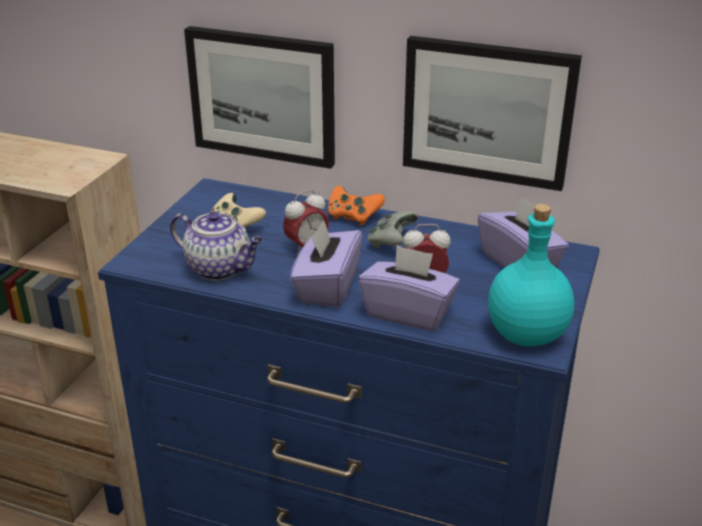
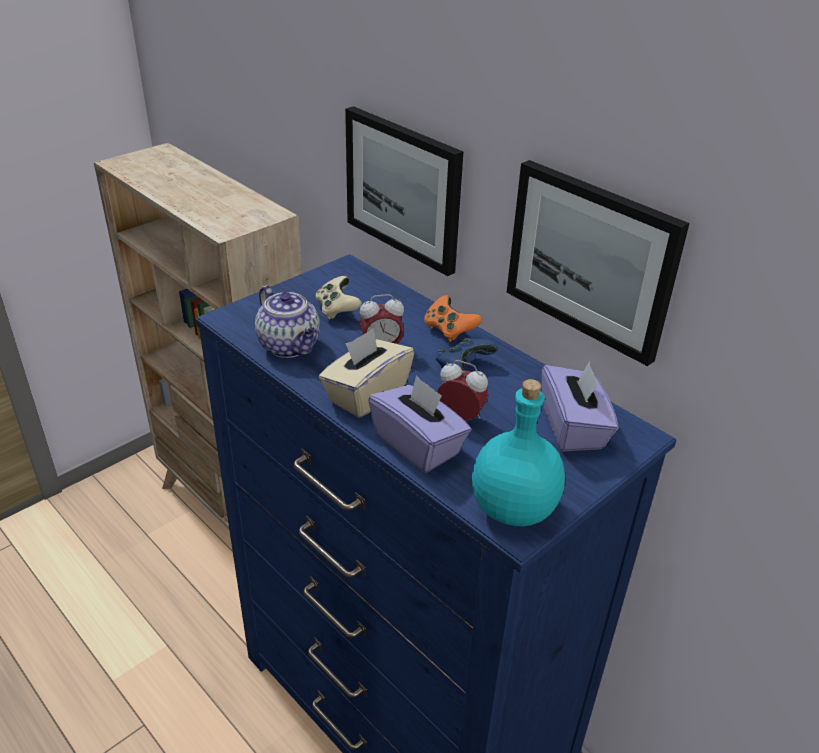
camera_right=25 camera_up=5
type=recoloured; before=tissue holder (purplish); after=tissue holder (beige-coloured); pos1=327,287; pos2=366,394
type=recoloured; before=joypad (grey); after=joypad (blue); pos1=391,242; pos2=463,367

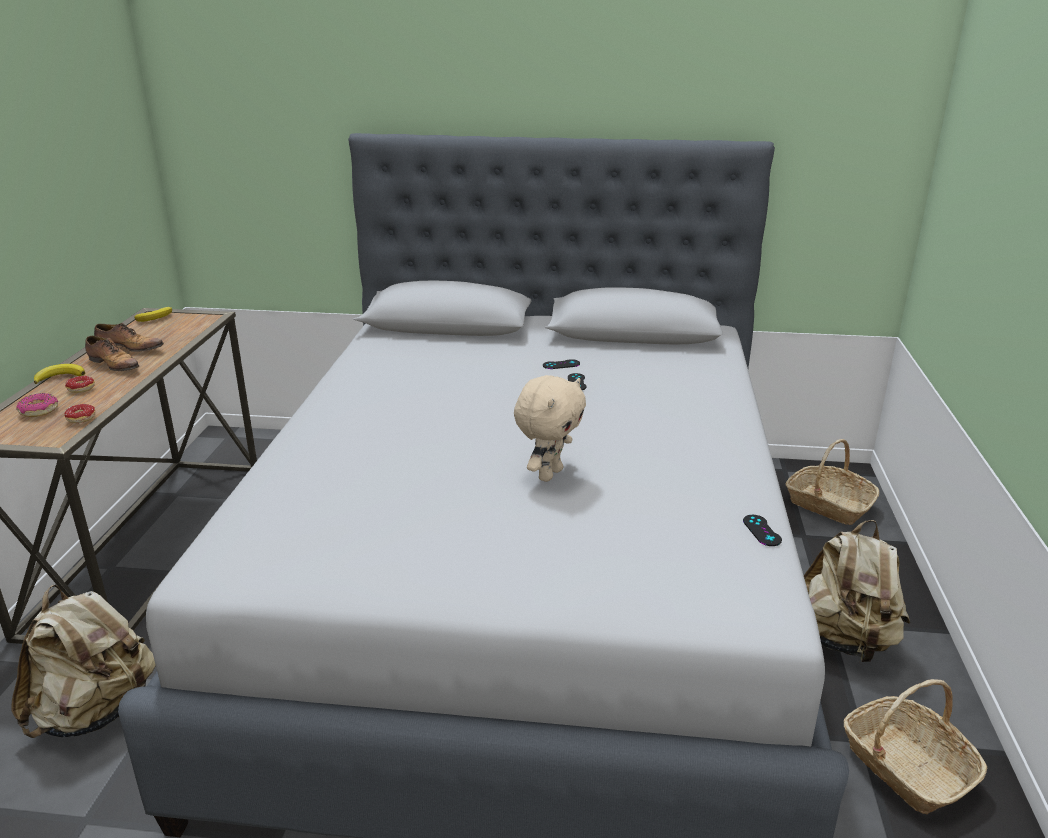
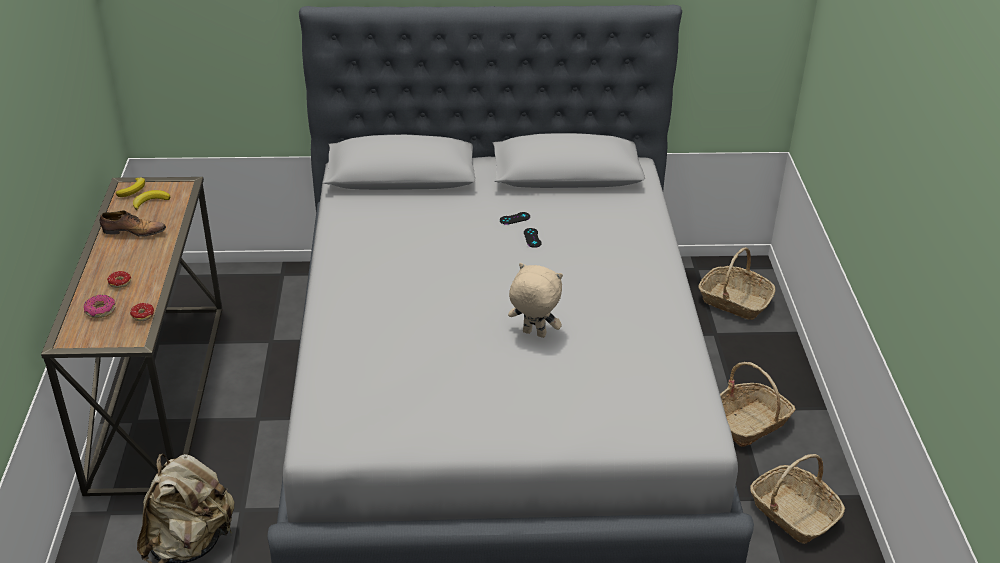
camera_right=-10 camera_up=10
type=moved; before=banana fruit; pos1=60,376; pos2=150,201
type=turned; before=cuddly toy (beige-coloured); pos1=549,474; pos2=533,334; turn=-90
type=replaced; before=backpack (beige-coloured); after=storage basket; pos1=844,640; pos2=749,423
type=removed; before=low shoe; pos1=114,365
type=removed; before=joypad (black); pos1=762,530

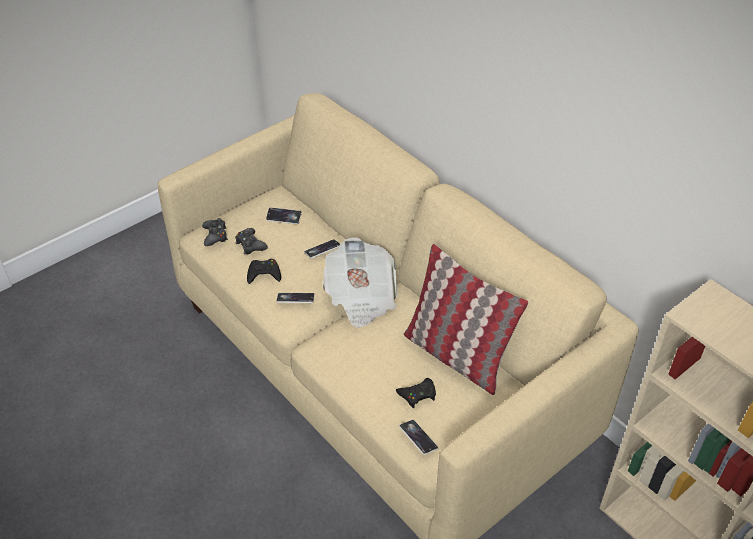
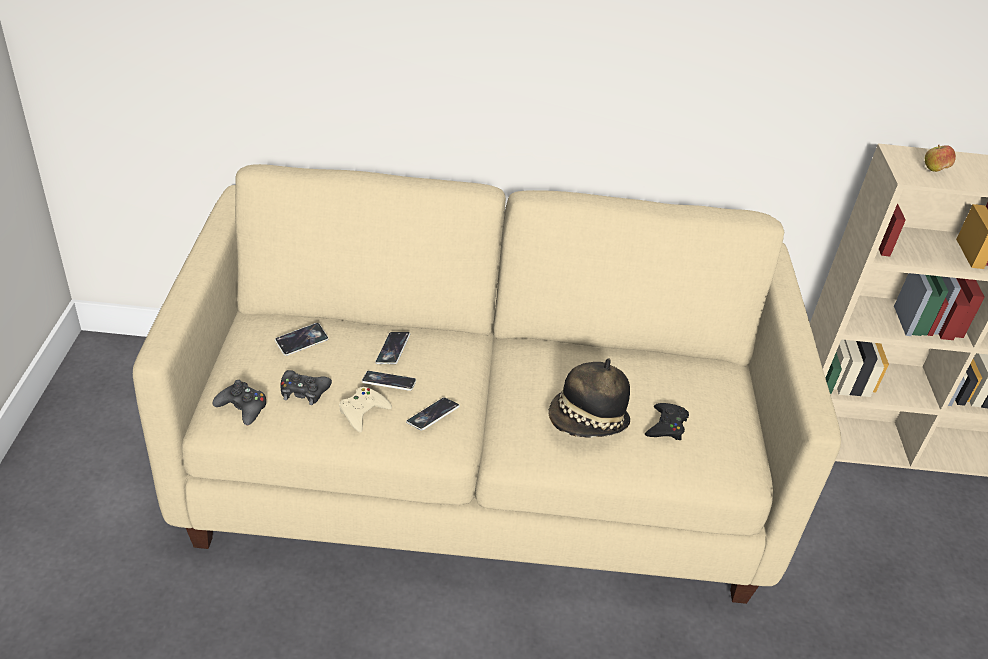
camera_right=-50 camera_up=-5
type=recoloured; before=joypad (black); after=joypad (beige-coloured); pos1=264,274; pos2=363,412
type=moved; before=handset; pos1=418,438; pos2=389,383
type=added; after=clothing hat; pos2=587,422
type=added; after=whole apple; pos2=934,170
type=removed; before=printed paper; pos1=361,297
type=removed; before=pillow; pos1=456,355

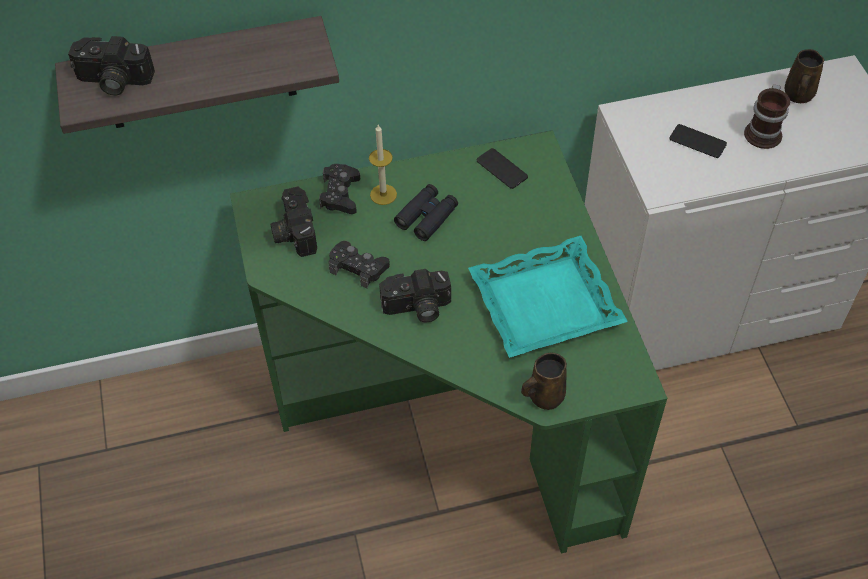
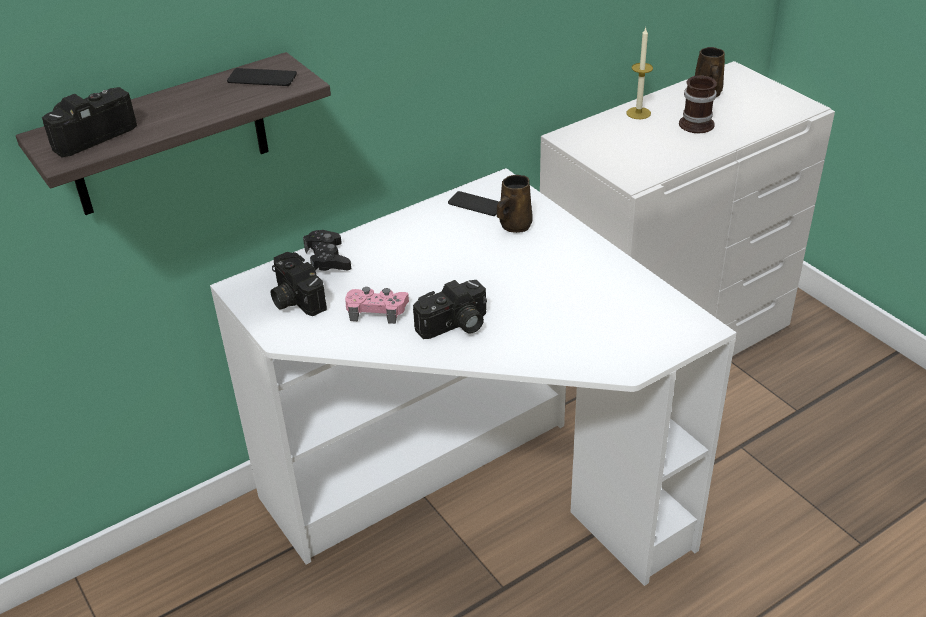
camera_right=-20 camera_up=-15
type=turned; before=still camera; pos1=113,81; pos2=90,134; turn=150
type=recoloured; before=desk (greenish); after=desk (whitish); pos1=452,415; pos2=475,496
type=moved; before=handset; pos1=697,141; pos2=262,78
type=recoloured; before=joypad (black); after=joypad (pink-coloured); pos1=358,267; pos2=377,310
type=moved; before=tea mug (brown); pos1=544,396; pos2=514,226
type=moved; before=wax candle; pos1=383,194; pos2=638,113
type=removed; before=field glasses (black); pos1=427,217
type=removed; before=carrying tray (blue-green); pos1=545,302

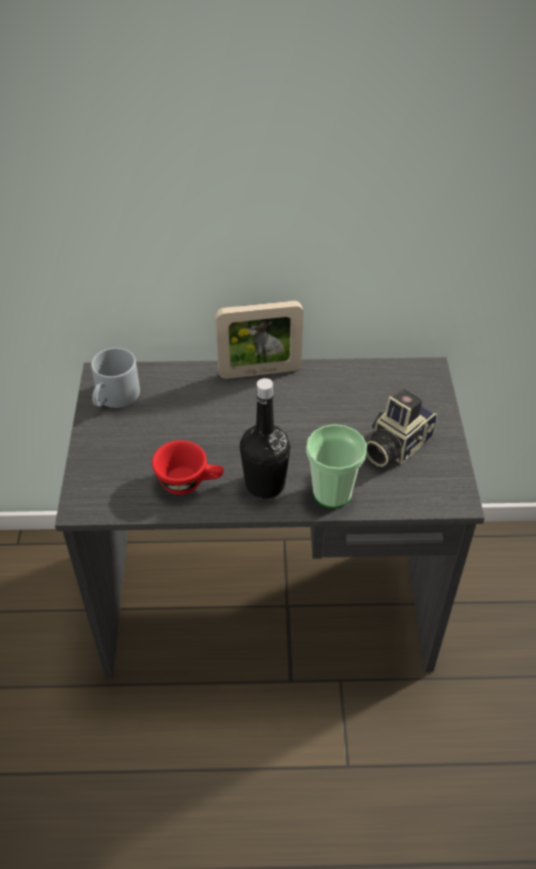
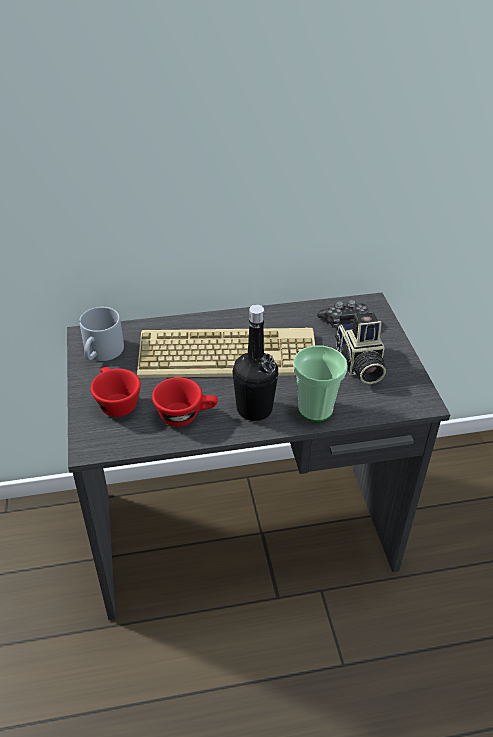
camera_right=-10 camera_up=-5
type=added; after=cup (reddish); pos2=115,402
type=added; after=keyboard; pos2=229,353
type=added; after=joypad; pos2=344,321
type=turned; before=still camera; pos1=395,445; pos2=358,365; turn=-45
type=removed; before=standing frame; pos1=259,371

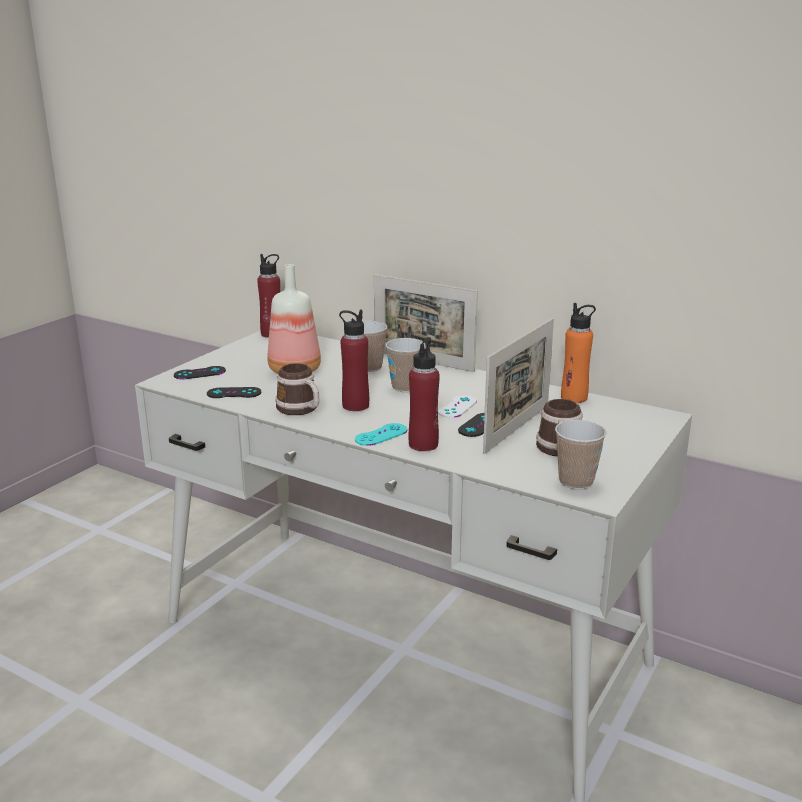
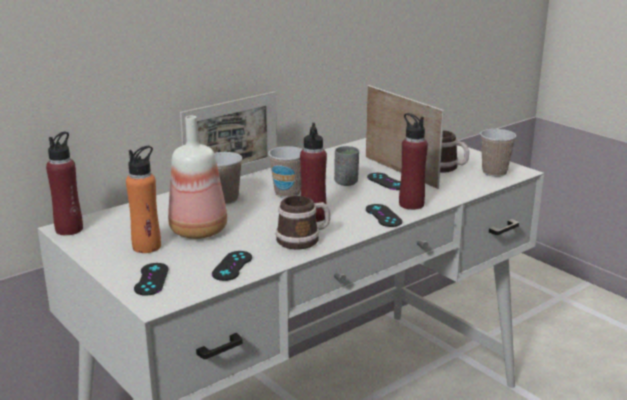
camera_right=-70 camera_up=0
type=moved; before=bottle (orange-coloured); pos1=574,398; pos2=147,246
type=replaced; before=joypad (whitish); after=cup (grey); pos1=457,407; pos2=346,182
type=recoloured; before=joypad (blue-green); after=joypad (black); pos1=381,435; pos2=383,216

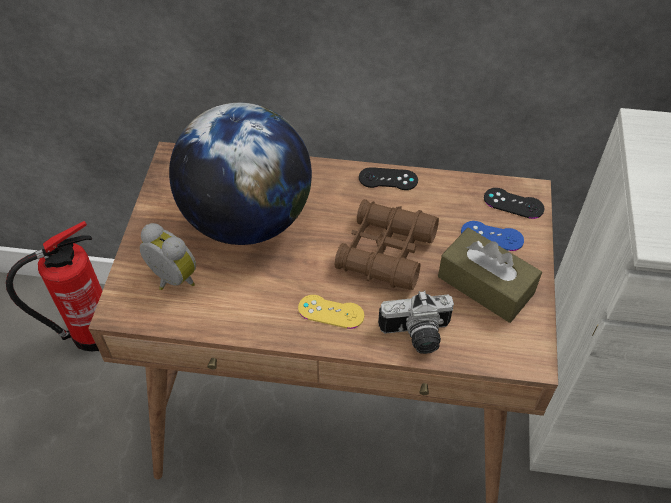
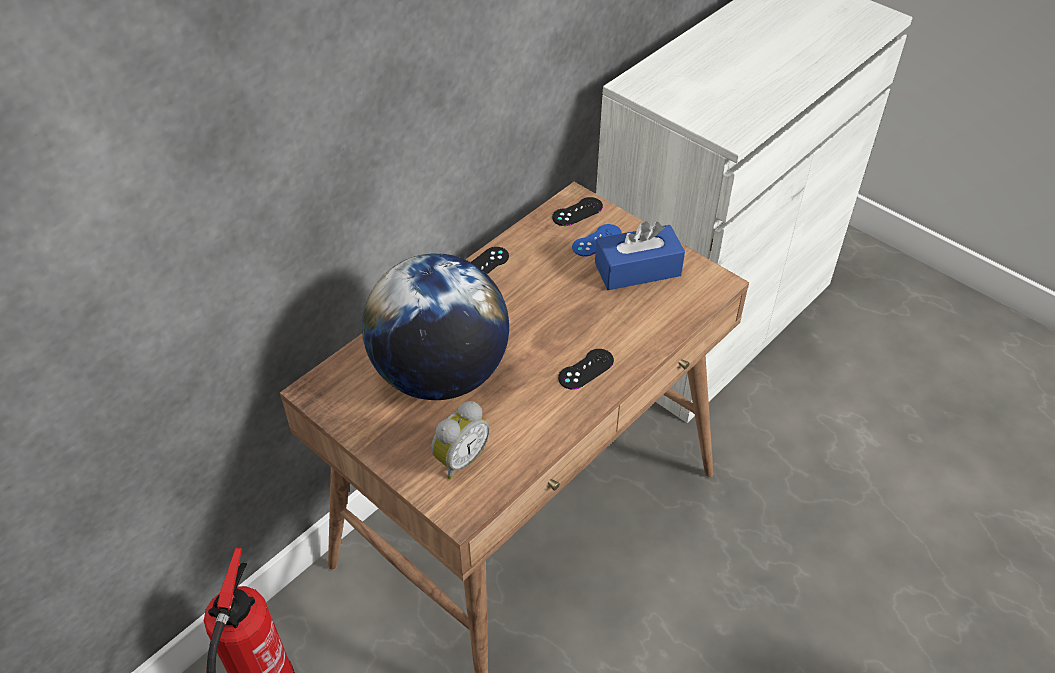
camera_right=-55 camera_up=-5
type=turned; before=alarm clock; pos1=171,280; pos2=459,458; turn=150
type=recoloured; before=joypad (yellow-coloured); after=joypad (black); pos1=331,312; pos2=586,369
type=recoloured; before=tissue holder (brown); after=tissue holder (blue); pos1=485,285; pos2=637,269
type=removed; before=field glasses (brown); pos1=385,252
type=removed; before=still camera; pos1=416,336

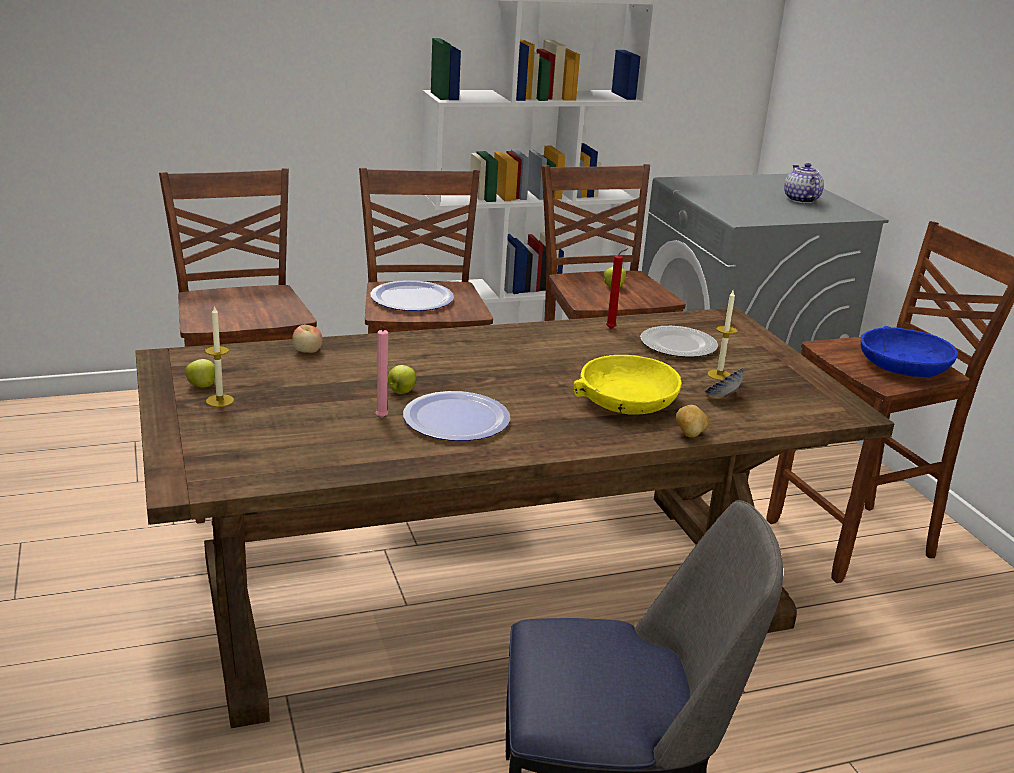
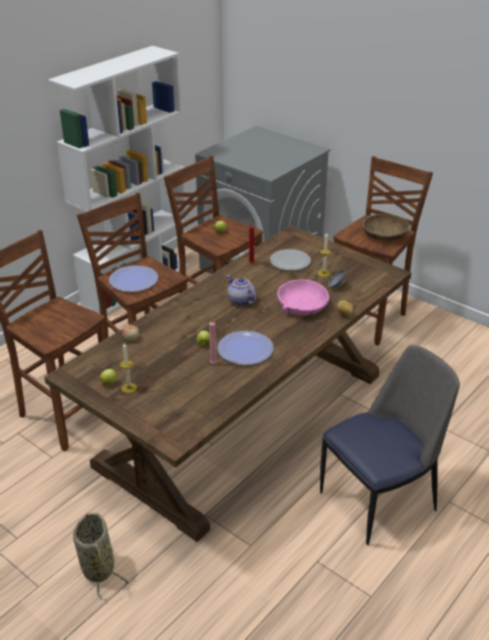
camera_right=-30 camera_up=10
type=added; after=storage basket; pos2=97,566
type=moved; before=teapot; pos1=800,200; pos2=240,301
type=recoloured; before=serving bowl (yellow-coloured); after=serving bowl (pink-coloured); pos1=627,400; pos2=302,305
type=recoloured; before=serving bowl (blue); after=serving bowl (brown); pos1=903,365; pos2=384,234

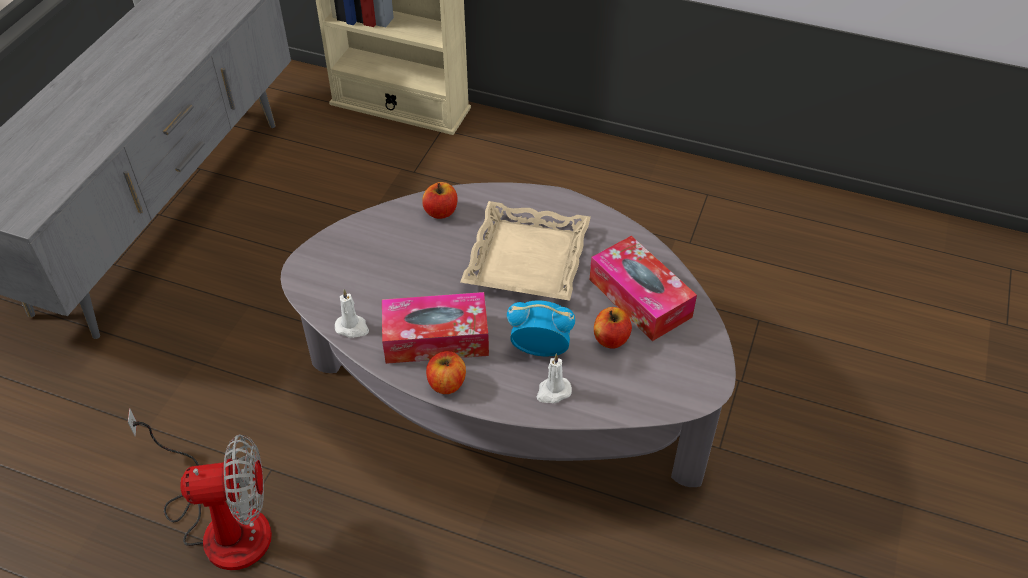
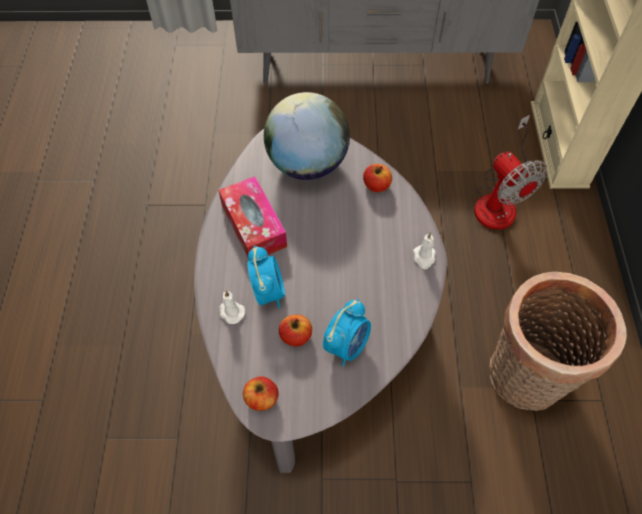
camera_right=70 camera_up=10
type=moved; before=whole apple; pos1=446,383; pos2=261,398
type=added; after=globe; pos2=307,164
type=replaced; before=tissue holder; after=alarm clock; pos1=640,298; pos2=347,345
type=moved; before=wax candle (whitish); pos1=352,327; pos2=424,257
type=moved; before=fan; pos1=222,522; pos2=499,200
type=added; after=storage basket; pos2=525,380
type=removed; before=carrying tray (beige-coloured); pos1=526,259

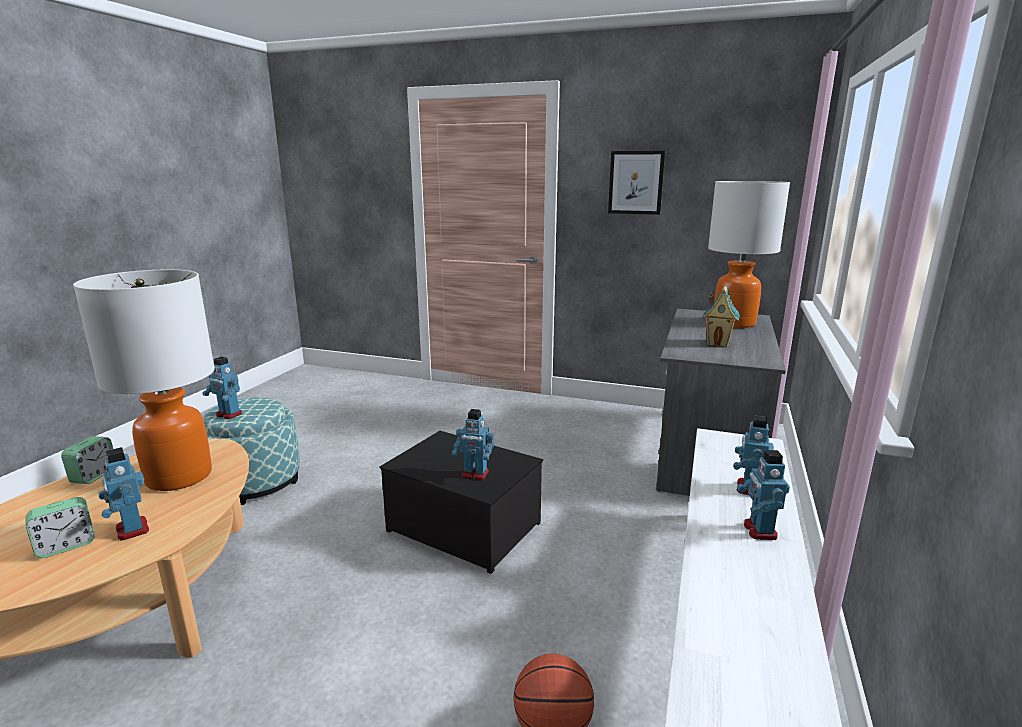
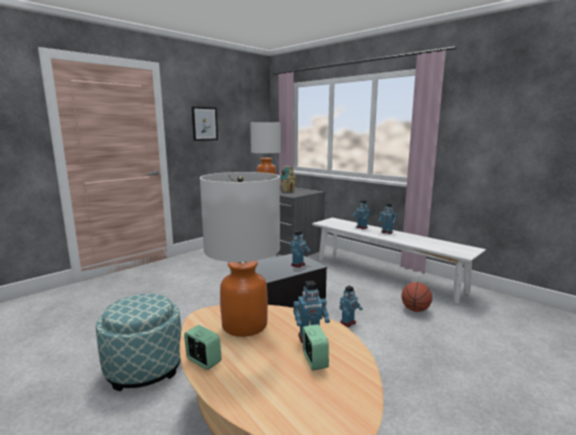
camera_right=-65 camera_up=-5
type=moved; before=robot figure; pos1=228,415; pos2=348,323

